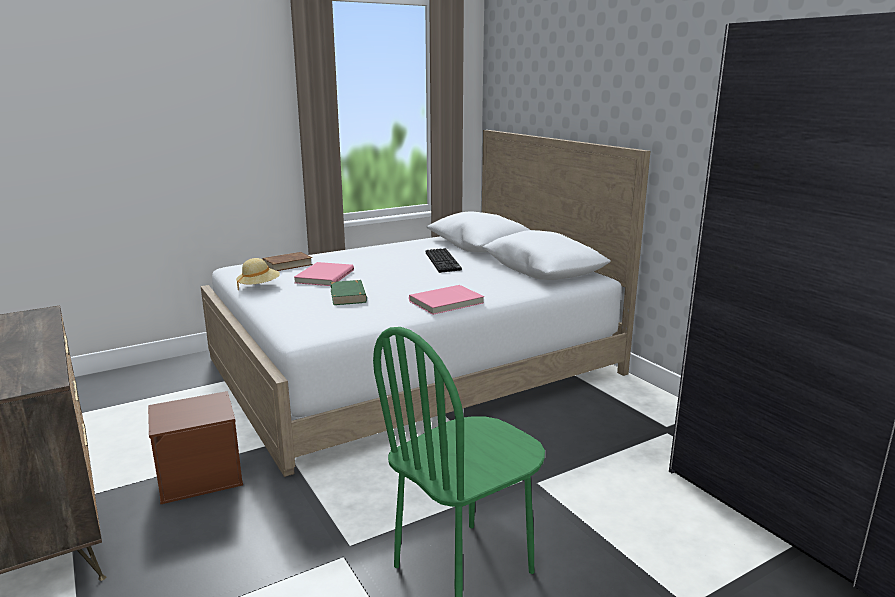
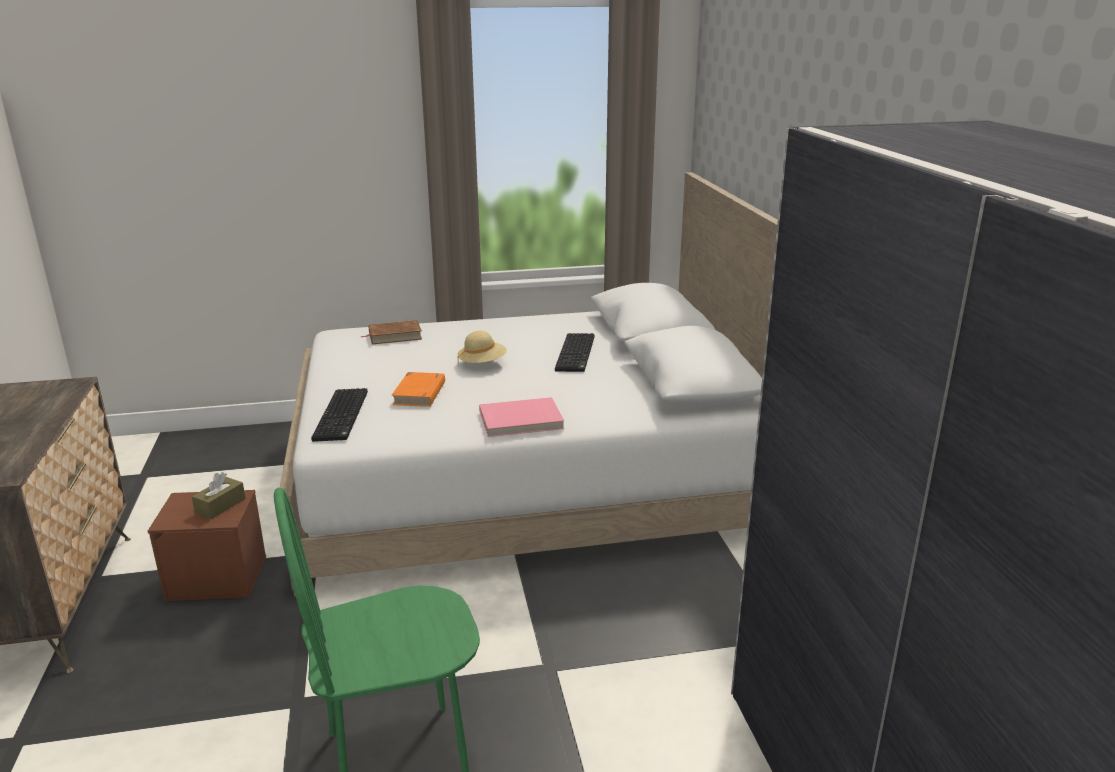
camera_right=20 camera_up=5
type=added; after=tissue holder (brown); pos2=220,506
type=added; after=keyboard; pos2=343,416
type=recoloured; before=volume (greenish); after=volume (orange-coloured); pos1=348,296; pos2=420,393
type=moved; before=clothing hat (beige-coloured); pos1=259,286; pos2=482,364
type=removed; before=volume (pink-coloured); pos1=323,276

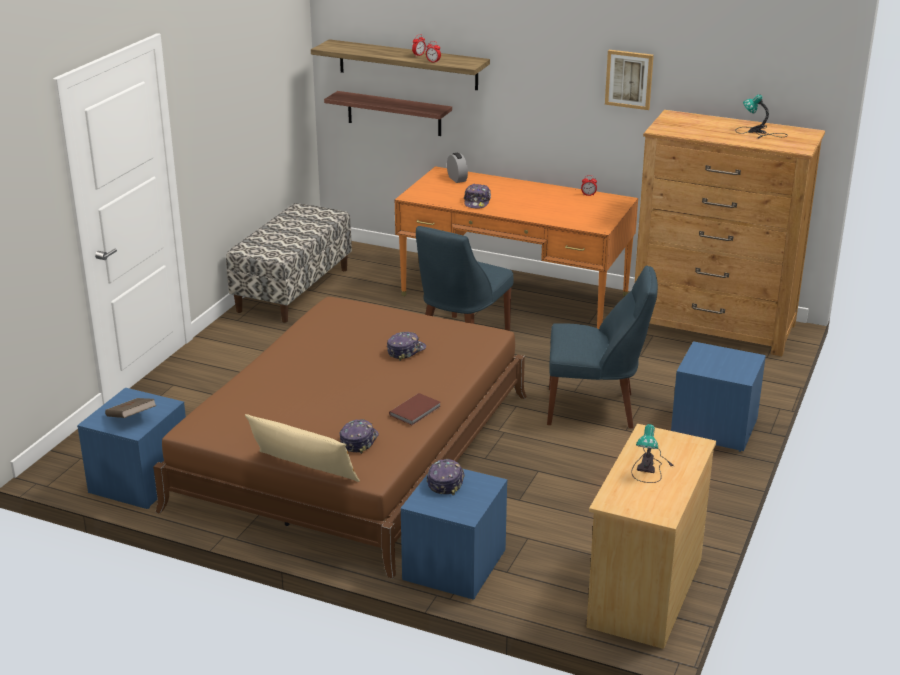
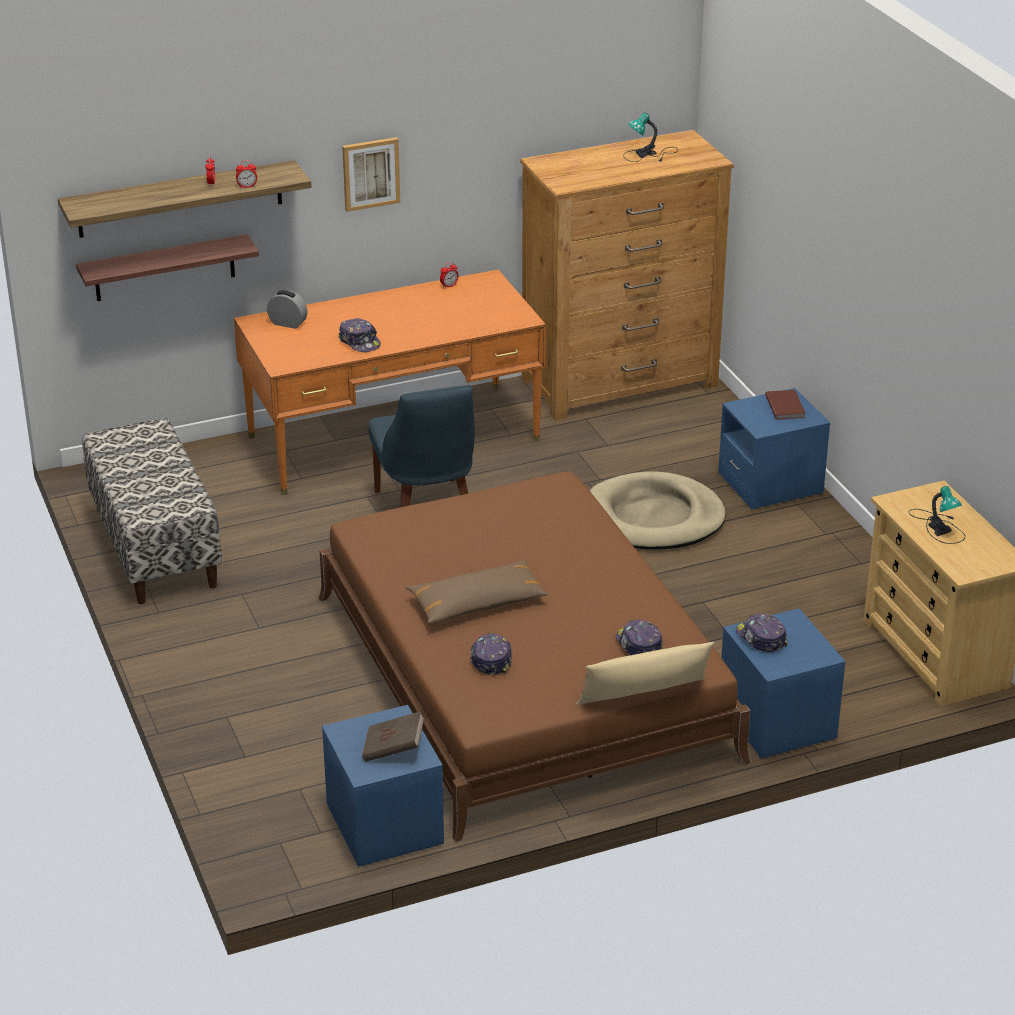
camera_right=-45 camera_up=5
type=moved; before=wall art; pos1=629,79; pos2=370,173
type=added; after=pillow (brown); pos2=478,603
type=moved; before=baseball cap; pos1=406,351; pos2=491,659
type=replaced; before=upright chair (blue); after=dog cushion (beige-coloured); pos1=595,408; pos2=654,518
type=moved; before=volume (brown); pos1=416,411; pos2=786,406

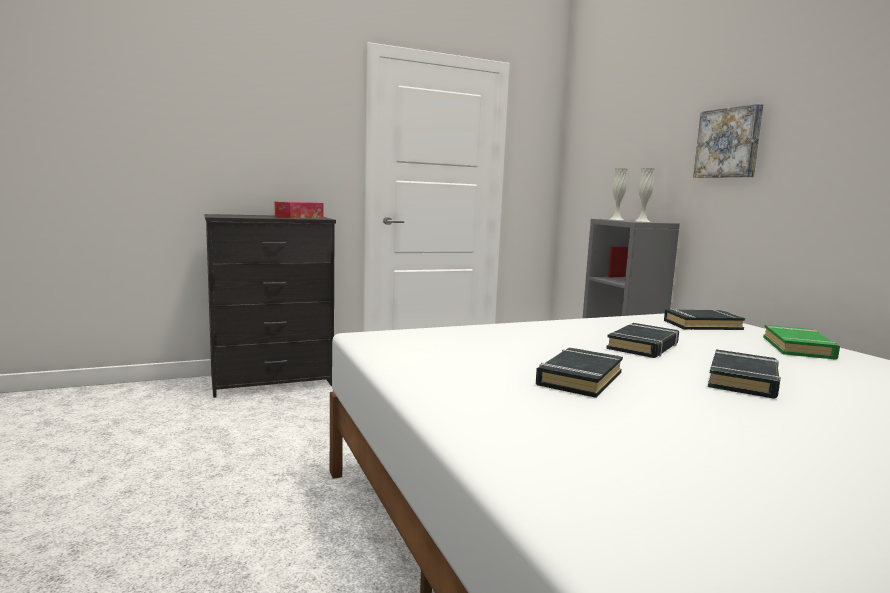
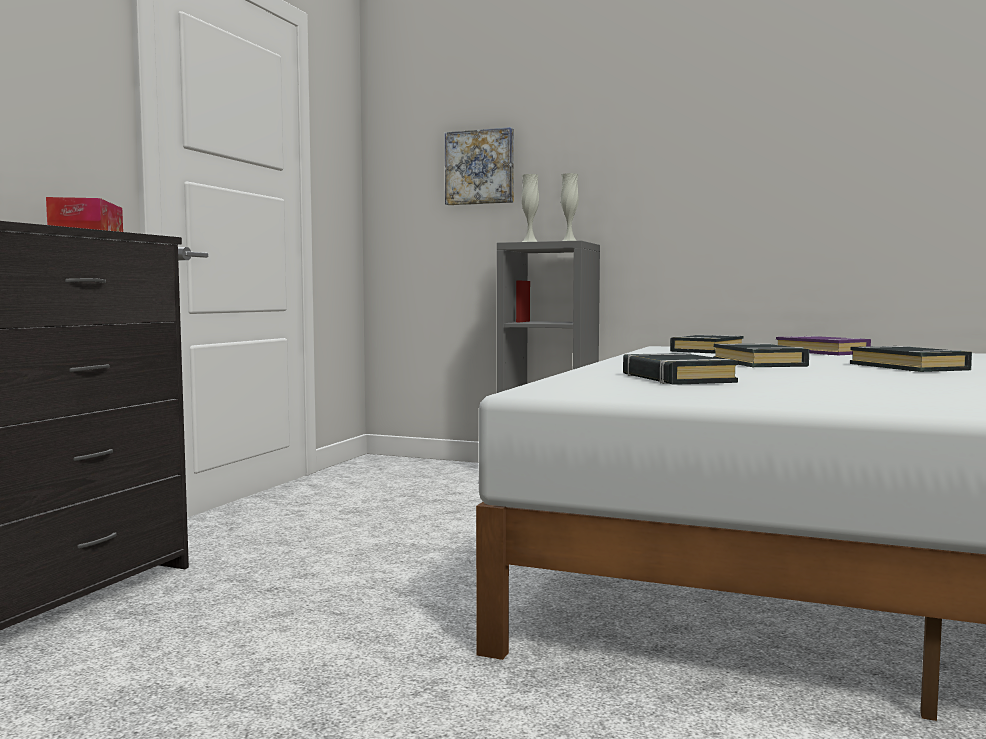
camera_right=-45 camera_up=-5
type=moved; before=wall art; pos1=729,143; pos2=480,167
type=moved; before=volume (black); pos1=579,378; pos2=676,378
type=recoloured; before=volume (greenish); after=volume (purplish); pos1=798,348; pos2=822,352

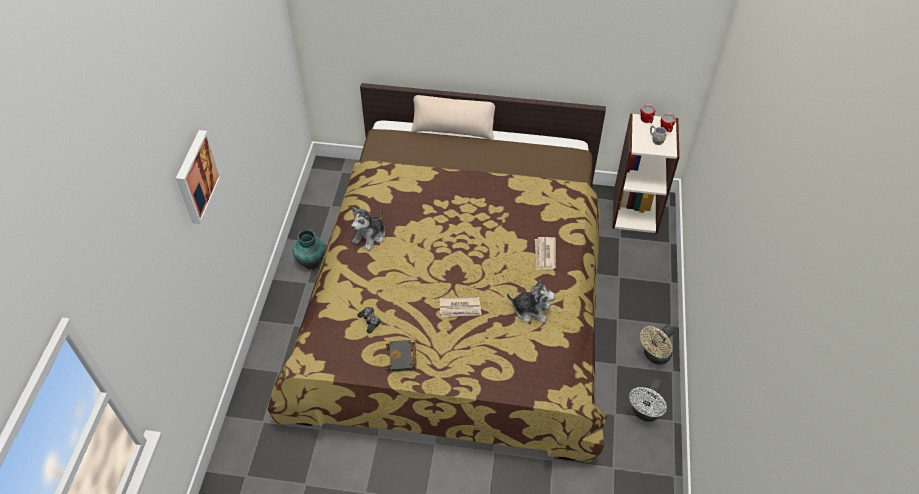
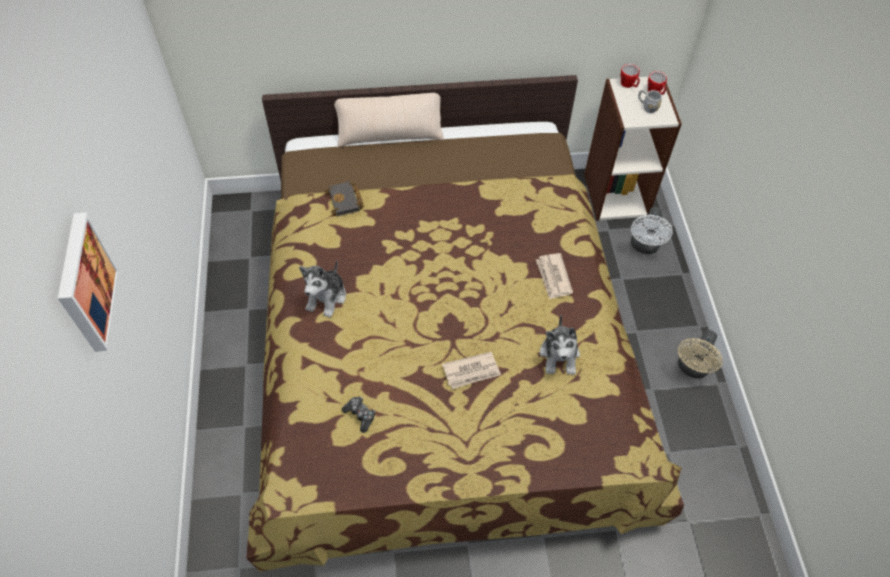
camera_right=-15 camera_up=5
type=moved; before=volume (black); pos1=402,358; pos2=346,201
type=turned; before=cuddly toy; pos1=531,310; pos2=559,355; turn=90
type=moved; before=fan (whitish); pos1=644,413; pos2=644,247
type=removed; before=vase; pos1=312,262

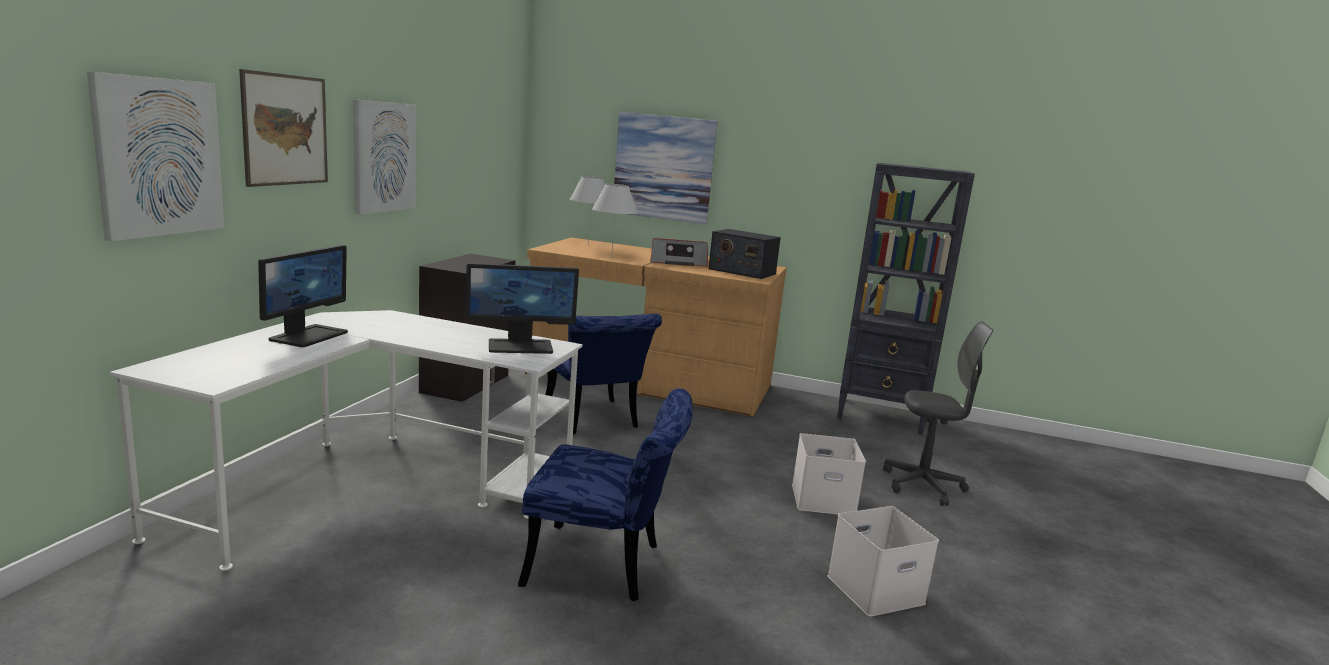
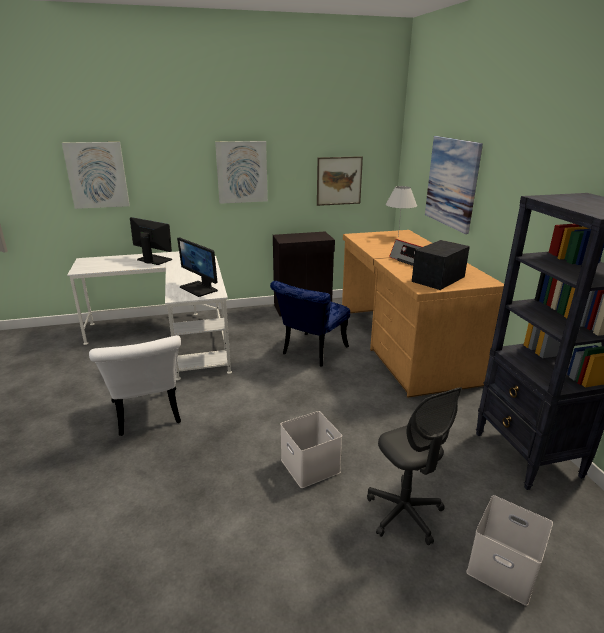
camera_right=60 camera_up=10
type=recoloured; before=upright chair (blue); after=upright chair (whitish); pos1=605,566; pos2=147,416
type=turned; before=monitor; pos1=308,335; pos2=153,260; turn=-135
type=moved; before=wall art; pos1=285,130; pos2=339,181
type=turned; before=radio receiver; pos1=741,271; pos2=438,279; turn=45
type=moved; before=storage container (whitish); pos1=875,591; pos2=501,568
type=removed; before=tabletop lamp (whitish); pos1=611,258

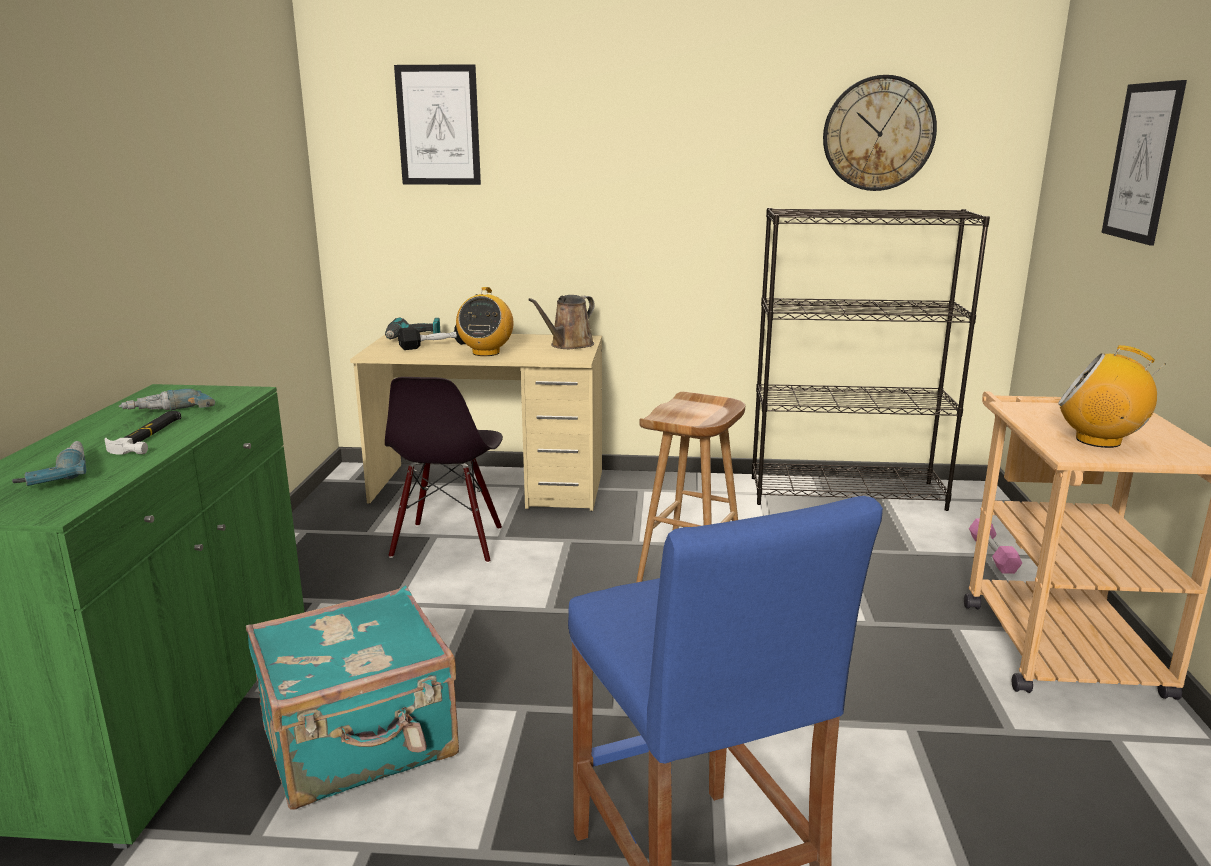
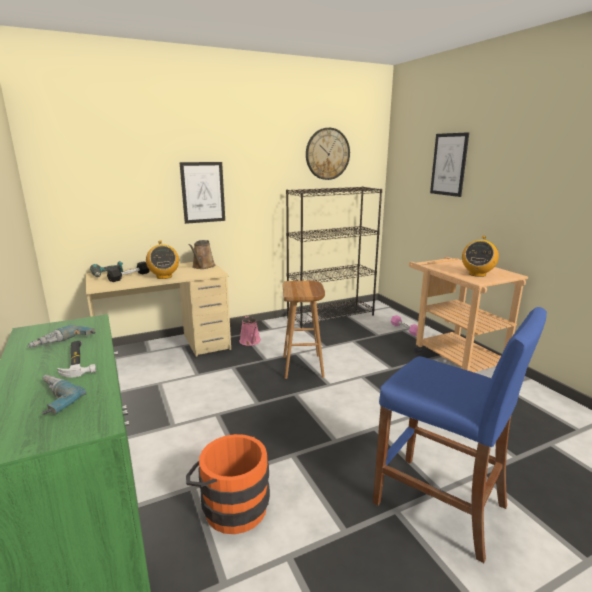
camera_right=-30 camera_up=0
type=moved; before=wall art; pos1=438,125; pos2=203,192
type=replaced; before=suitcase (blue-green); after=pail (orange-coloured); pos1=361,743; pos2=230,505
type=added; after=watering pot (pink-coloured); pos2=250,342
type=turned; before=radio receiver; pos1=1099,440; pos2=477,274; turn=-60
type=removed; before=upright chair (black); pos1=449,543

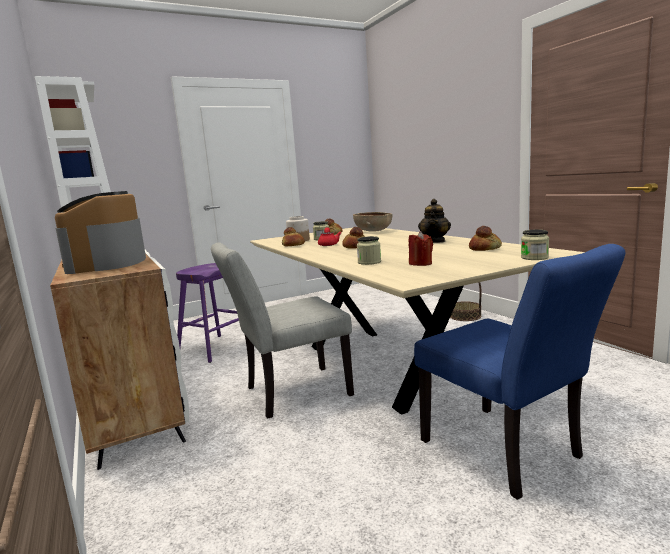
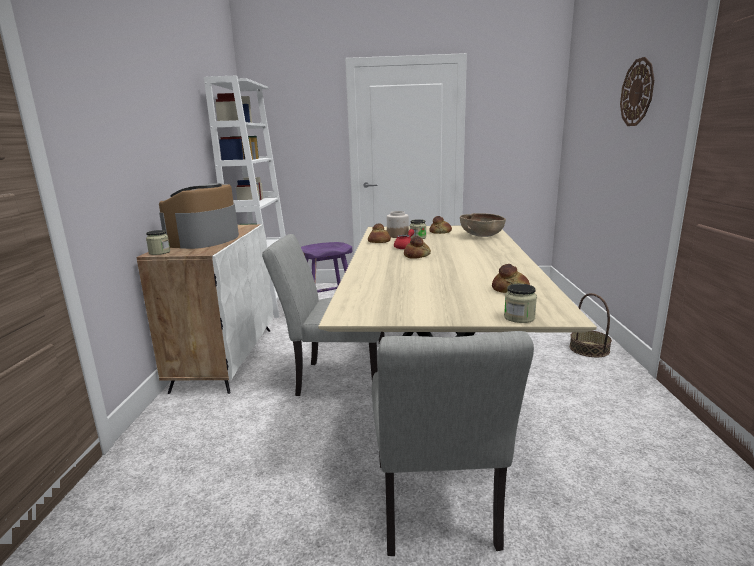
camera_right=30 camera_up=5
type=moved; before=storage jar; pos1=369,262; pos2=159,252
type=recoloured; before=upright chair (blue); after=upright chair (grey); pos1=508,454; pos2=436,512
type=added; after=wall clock; pos2=637,92
type=removed; before=wax candle (reddish); pos1=420,263
type=removed; before=teapot; pos1=435,241

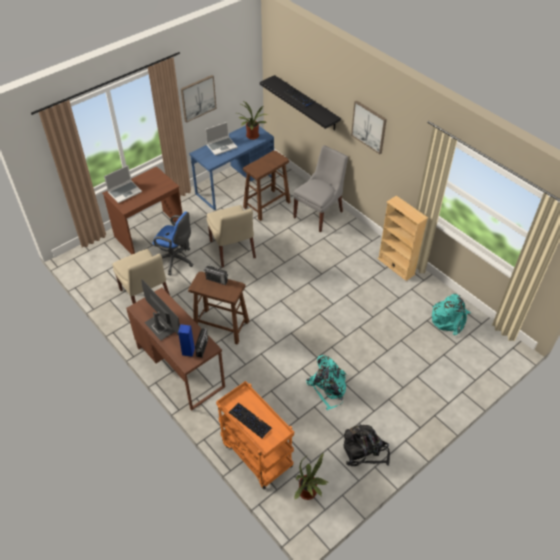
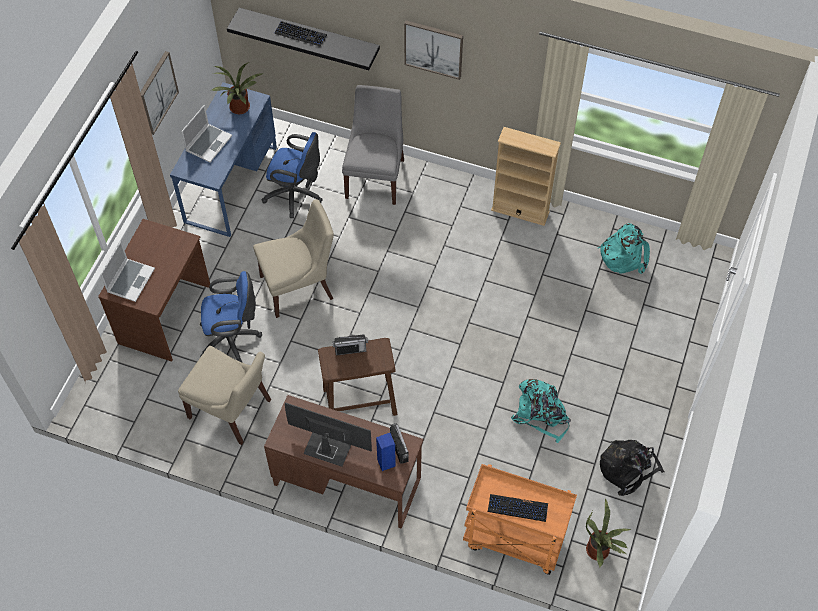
camera_right=-30 camera_up=10
type=turned; before=upright chair (beige-coloured); pos1=233,250; pos2=299,286; turn=-60
type=replaced; before=stool (brown); after=office chair (blue); pos1=266,205; pos2=296,195

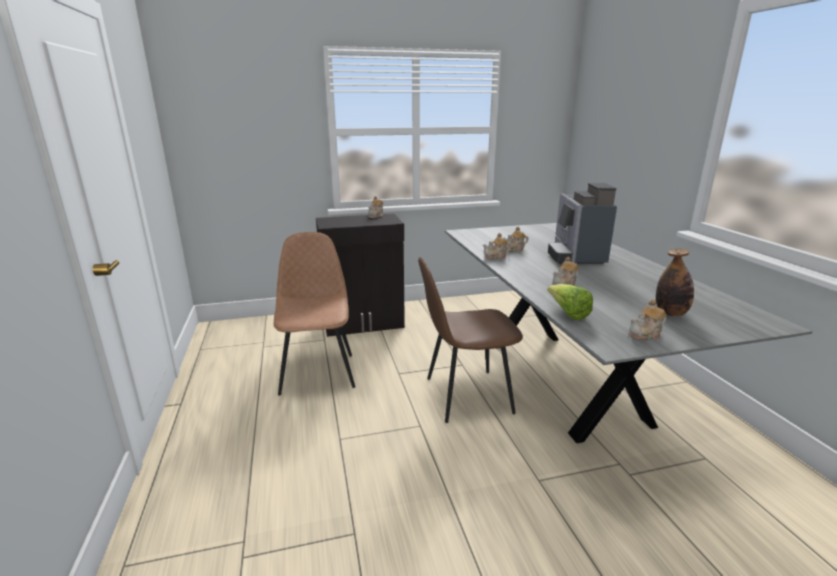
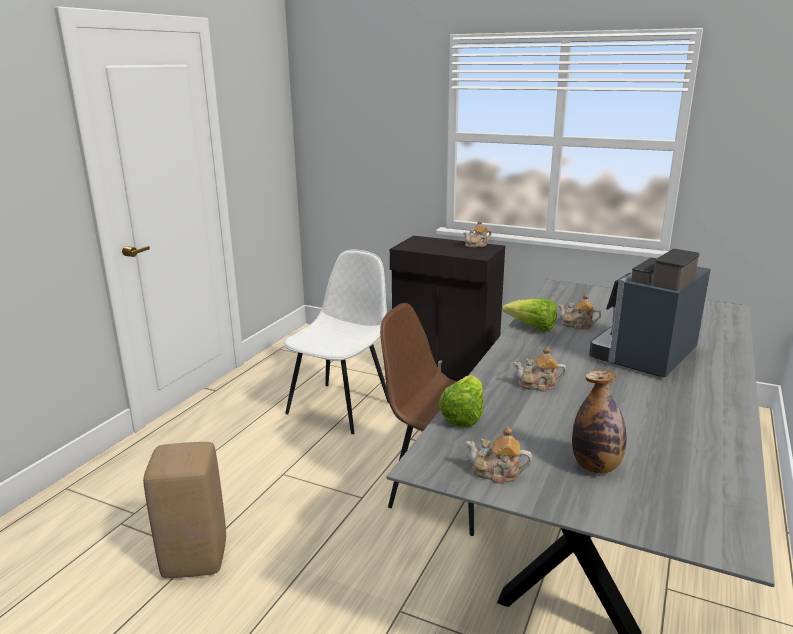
camera_right=40 camera_up=0
type=added; after=stool (beige-coloured); pos2=194,558
type=recoloured; before=upright chair (brown); after=upright chair (whitish); pos1=318,372; pos2=340,406
type=replaced; before=teapot; after=head of lettuce; pos1=496,257; pos2=532,328

